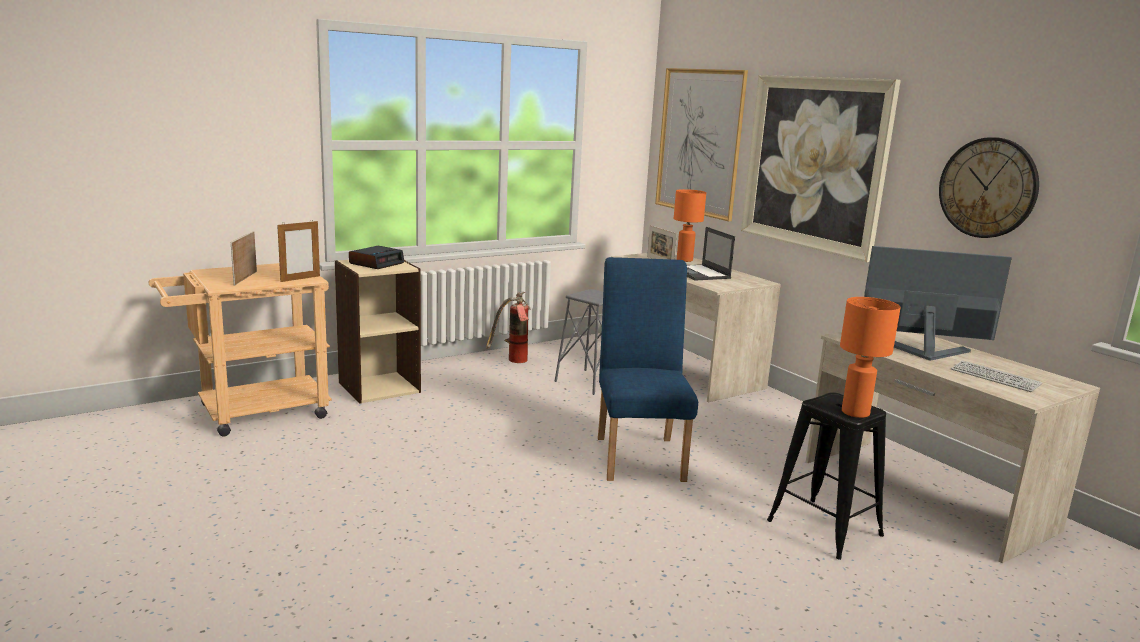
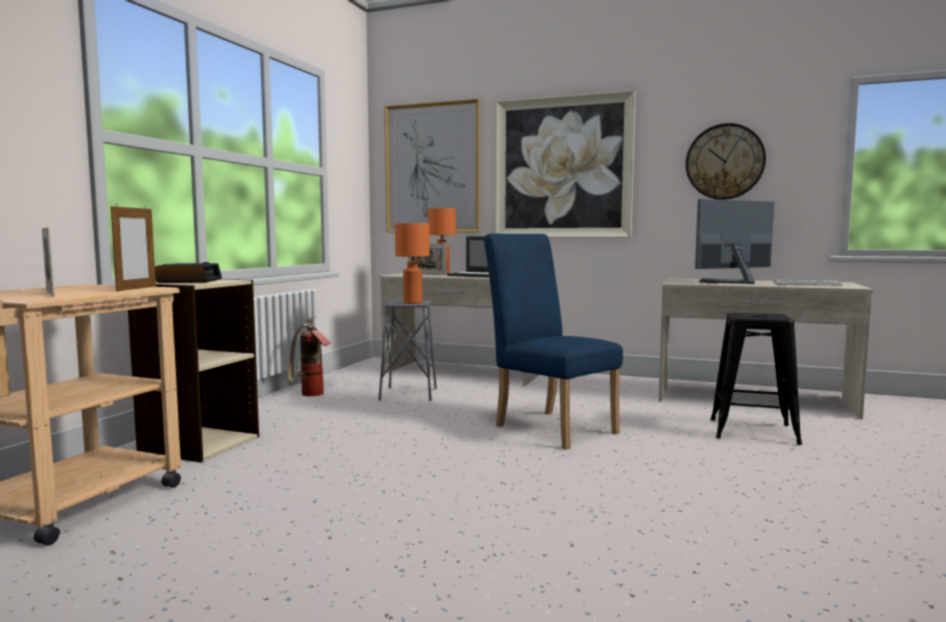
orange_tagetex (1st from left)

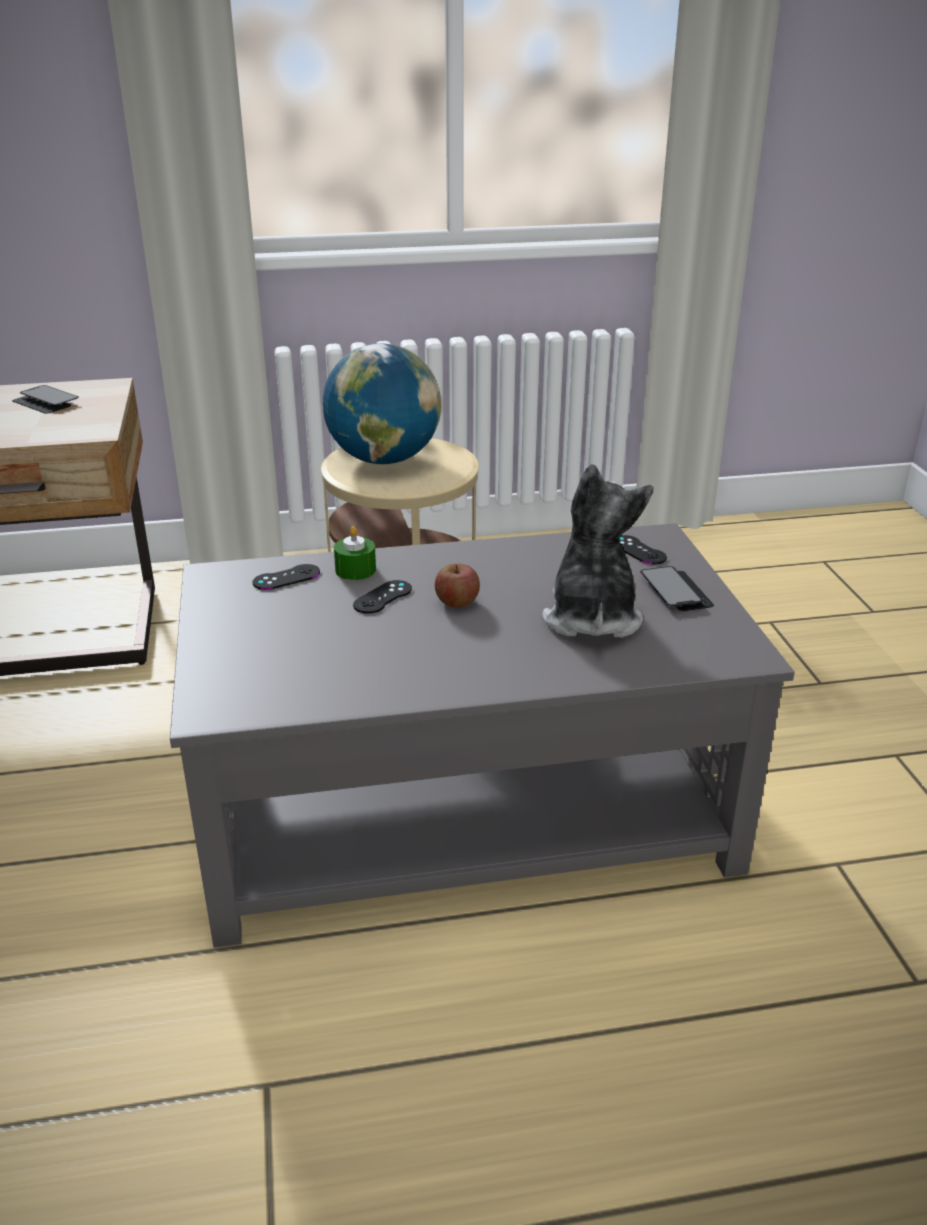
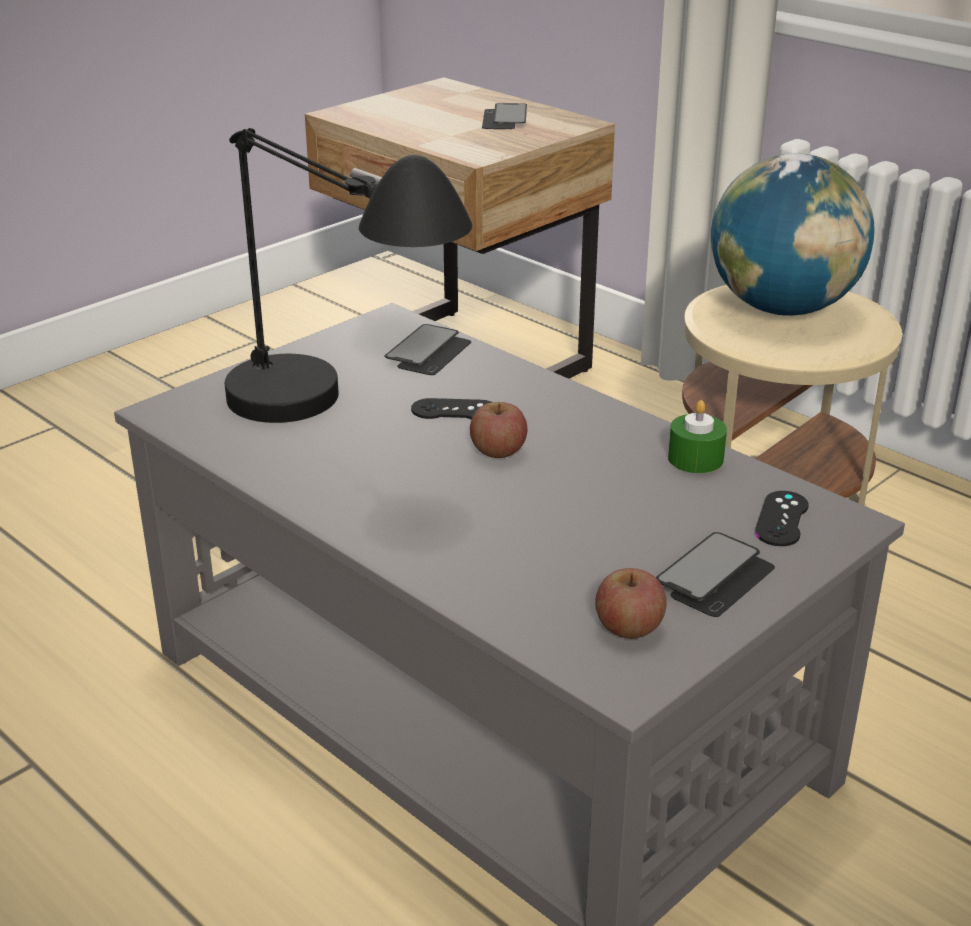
black_tagetex
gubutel (1st from left)
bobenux (2nd from left)
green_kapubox
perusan

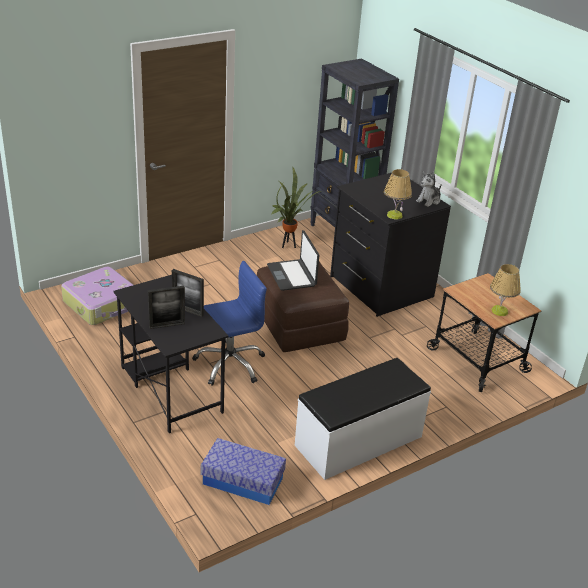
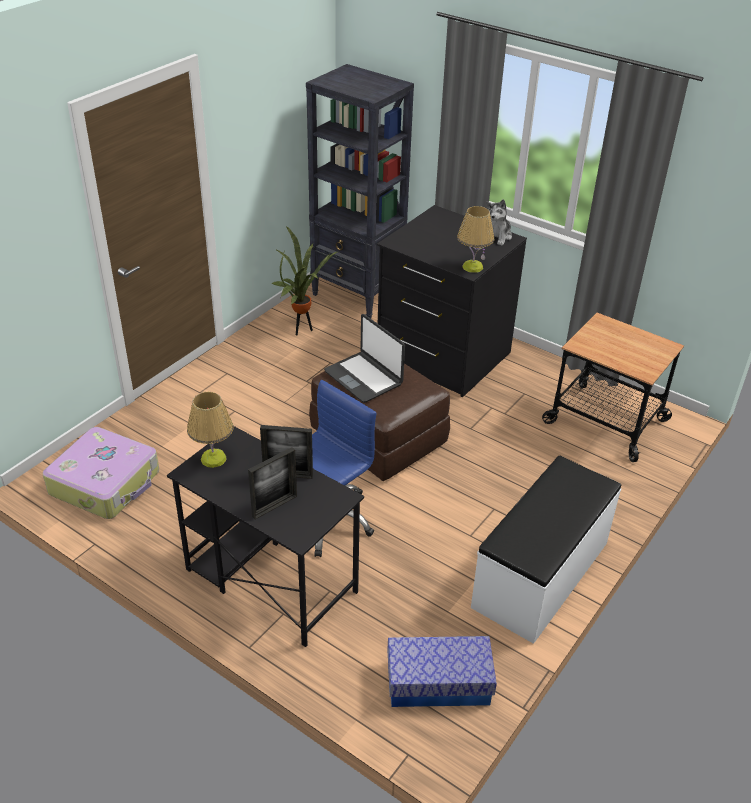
tagetex (1st from left)

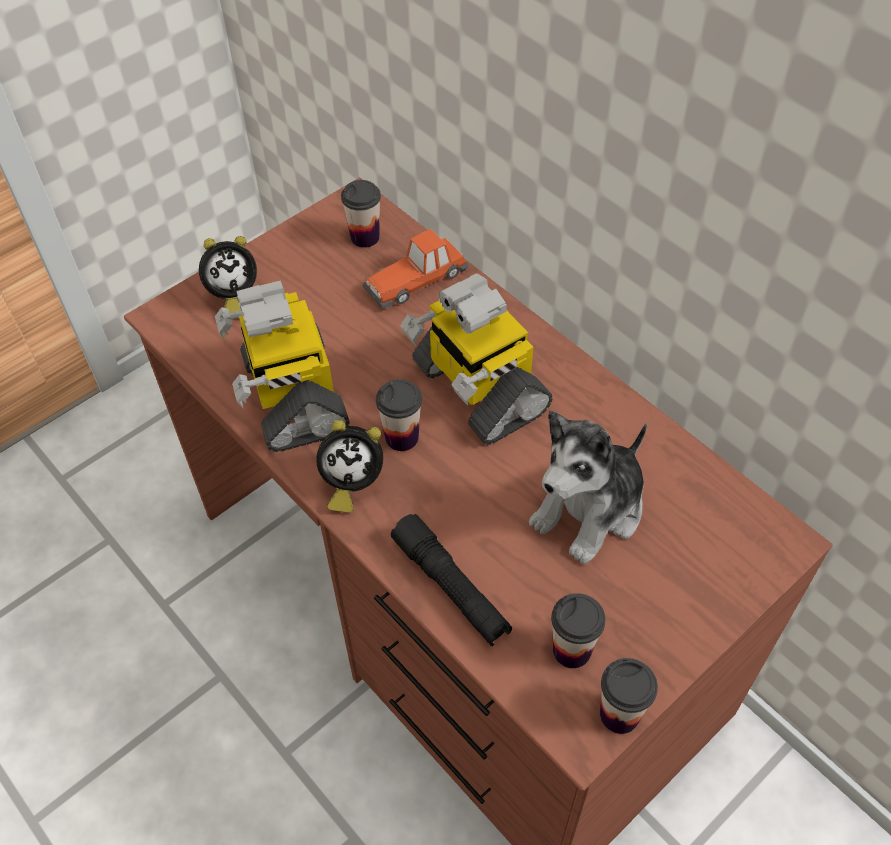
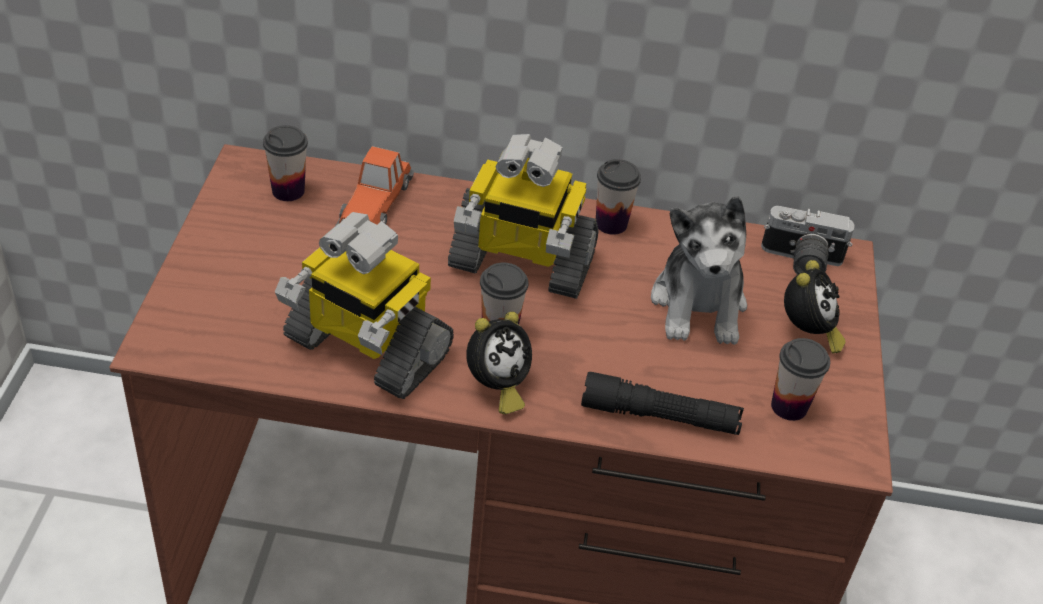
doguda (3rd from left)
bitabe
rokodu (2nd from left)

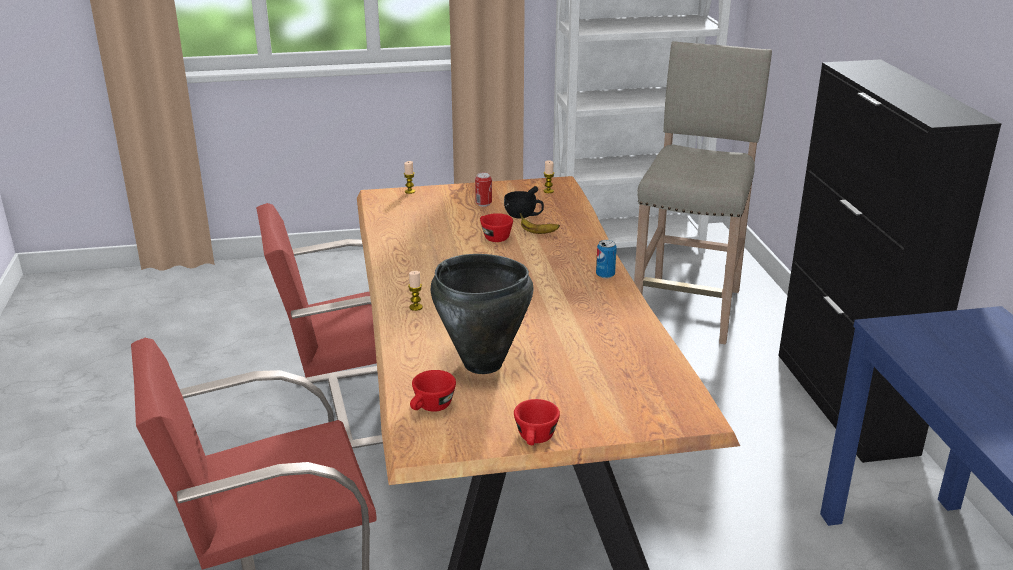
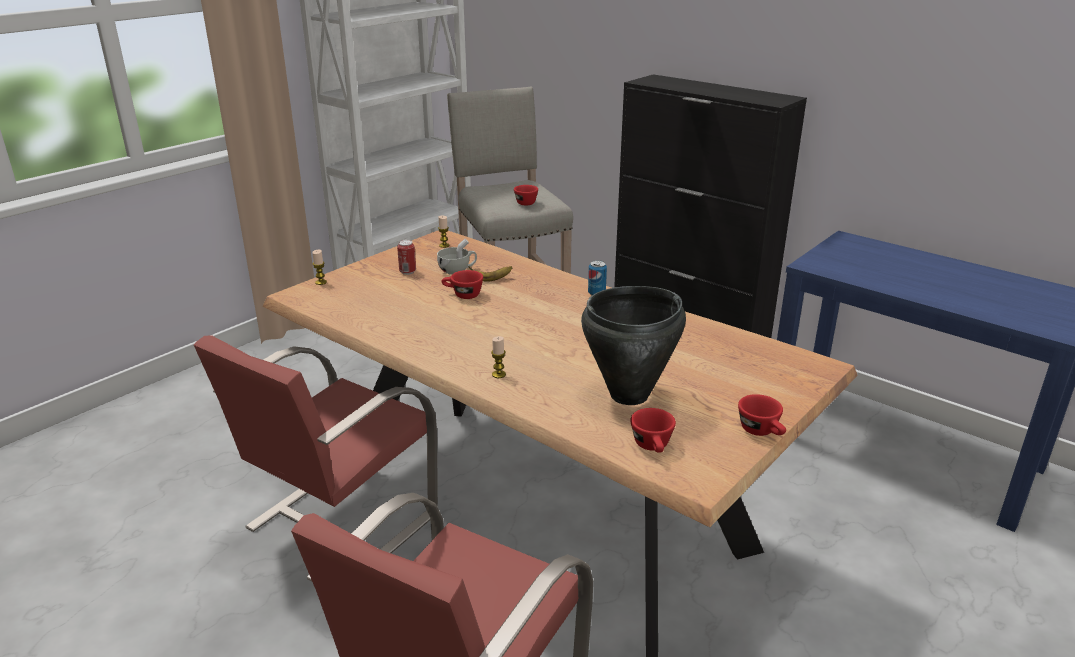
white_doguda
red_doguda (2nd from left)

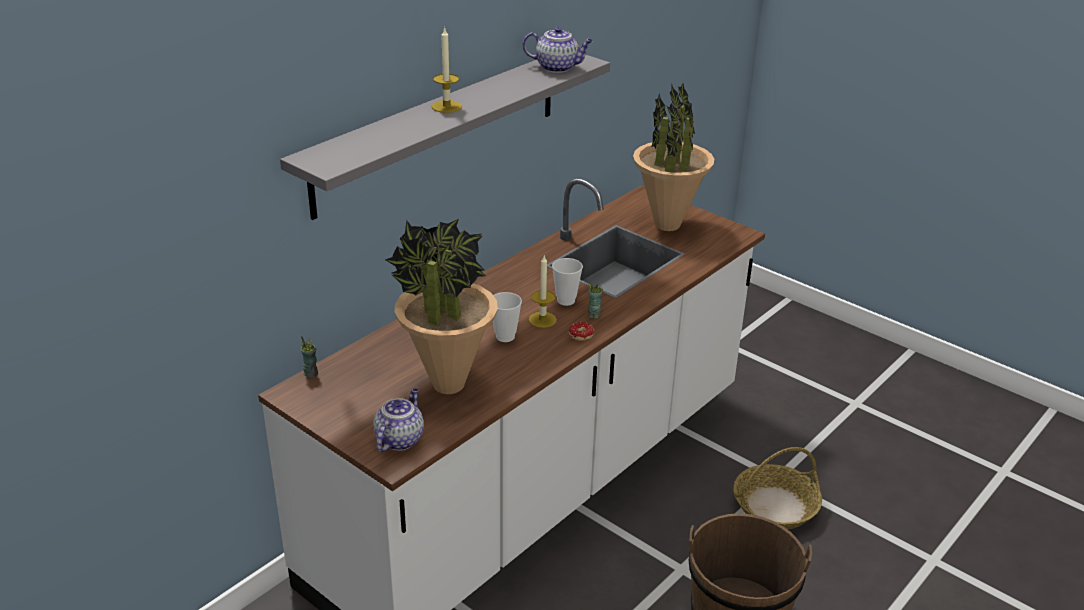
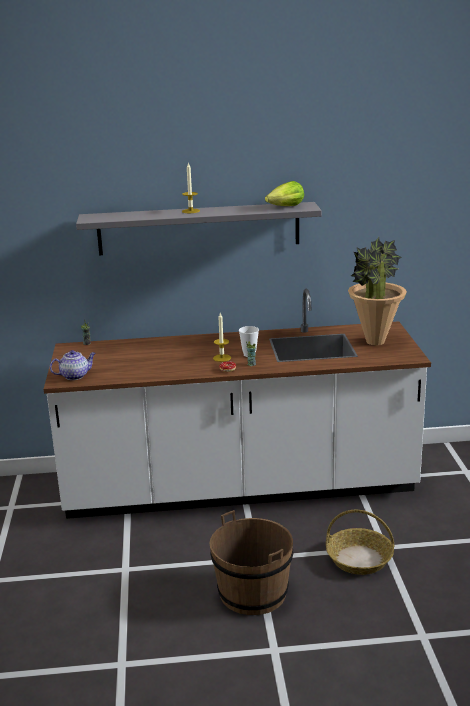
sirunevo
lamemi (1st from left in the first image)
doguda (2nd from left in the first image)

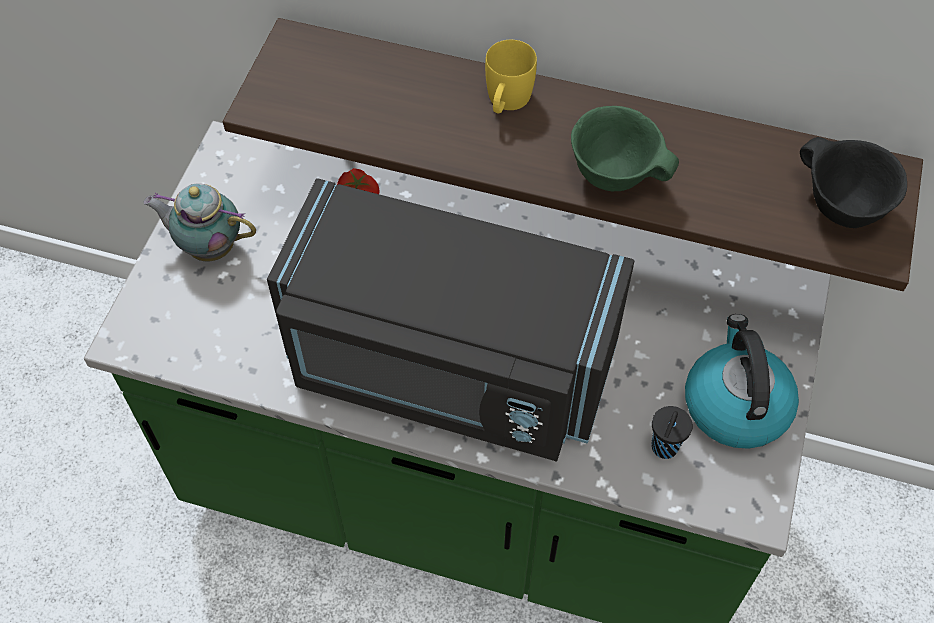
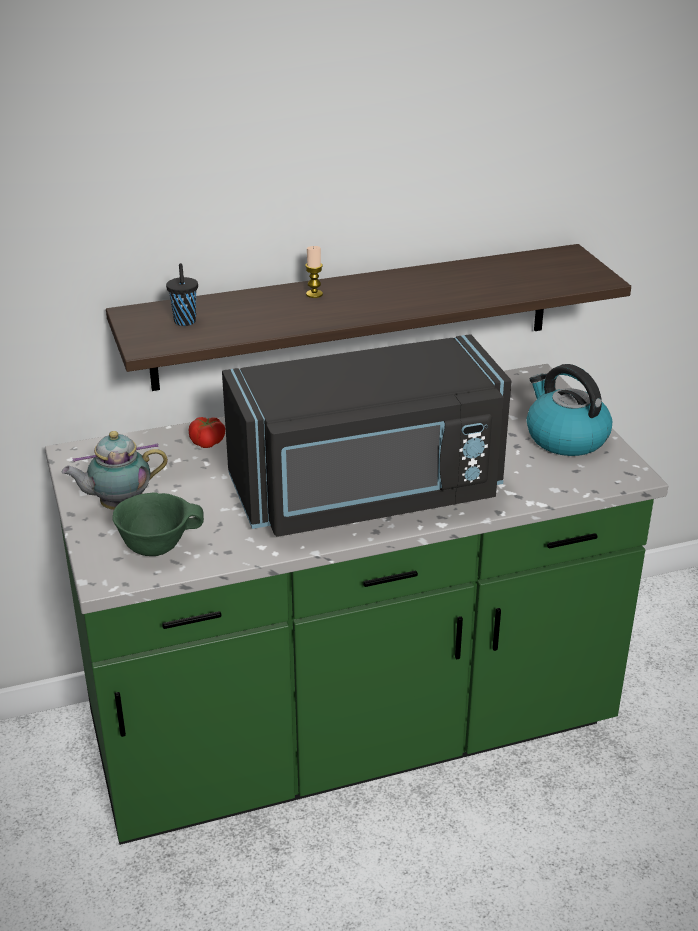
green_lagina
black_doguda
kapubox
black_lagina

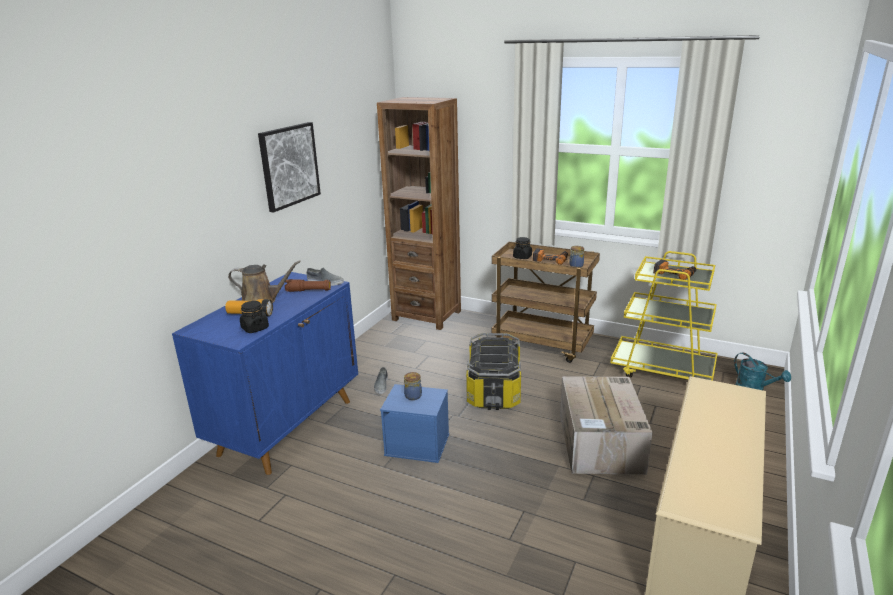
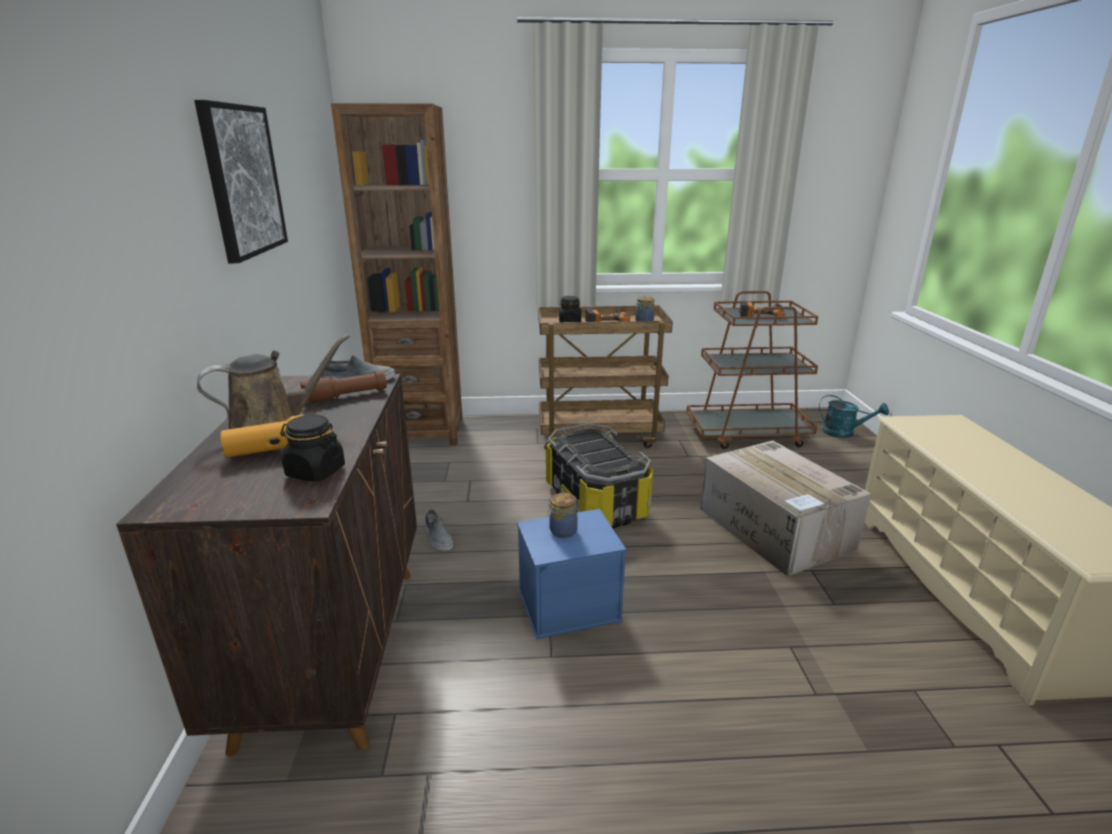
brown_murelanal
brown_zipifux (2nd from left)

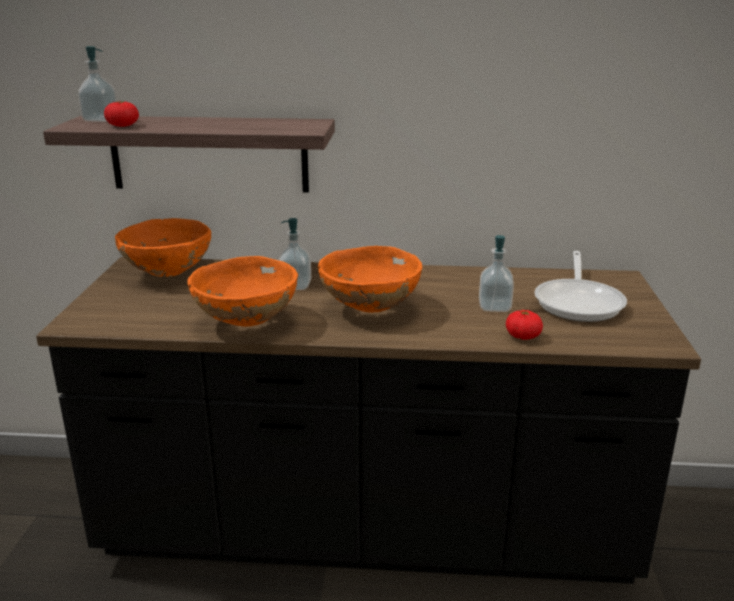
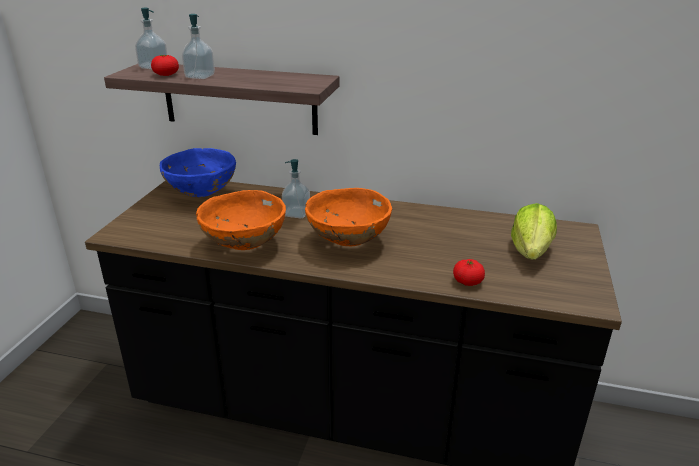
blue_lagina
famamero (2nd from left)
sirunevo

